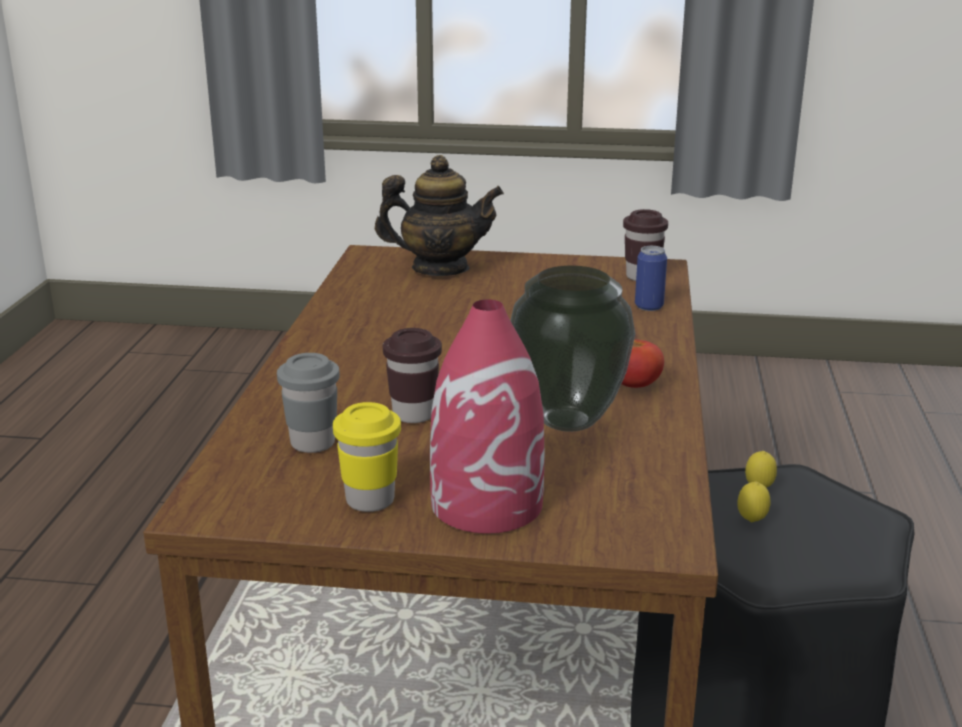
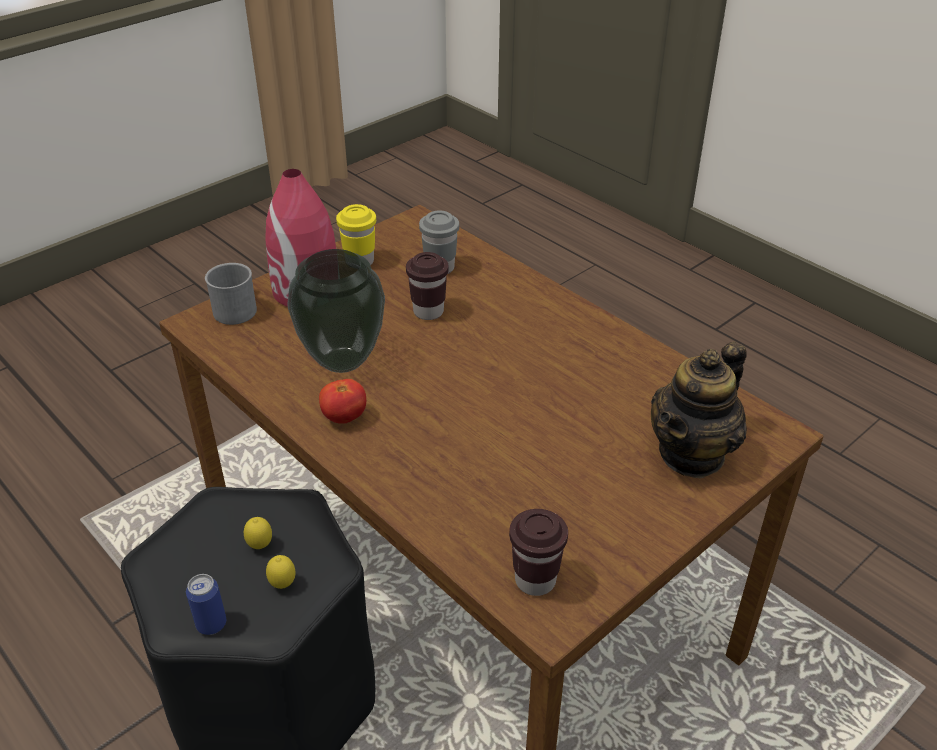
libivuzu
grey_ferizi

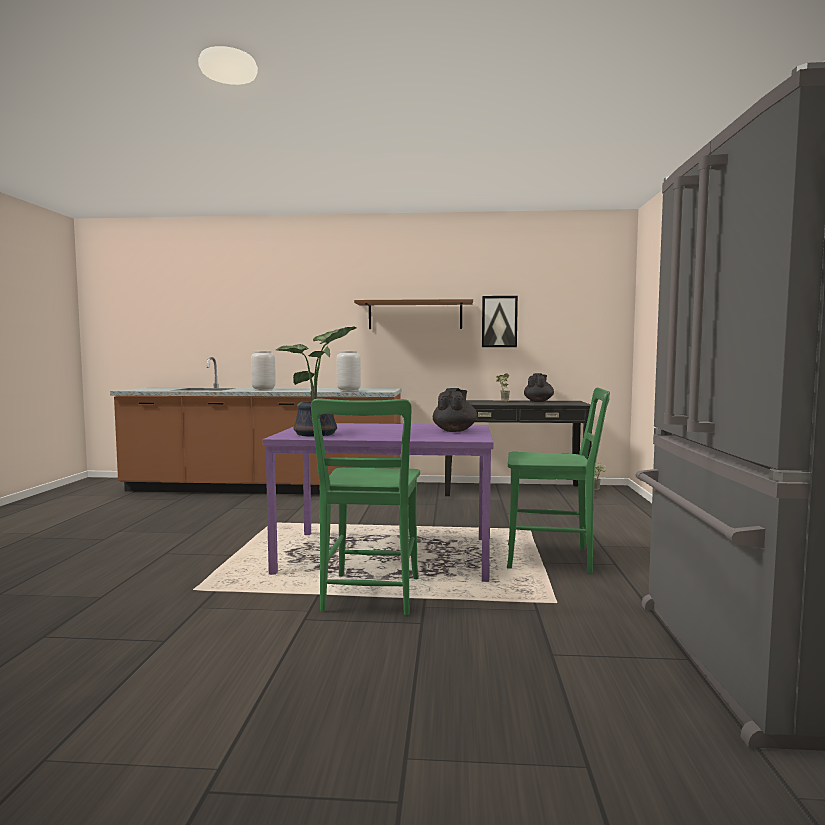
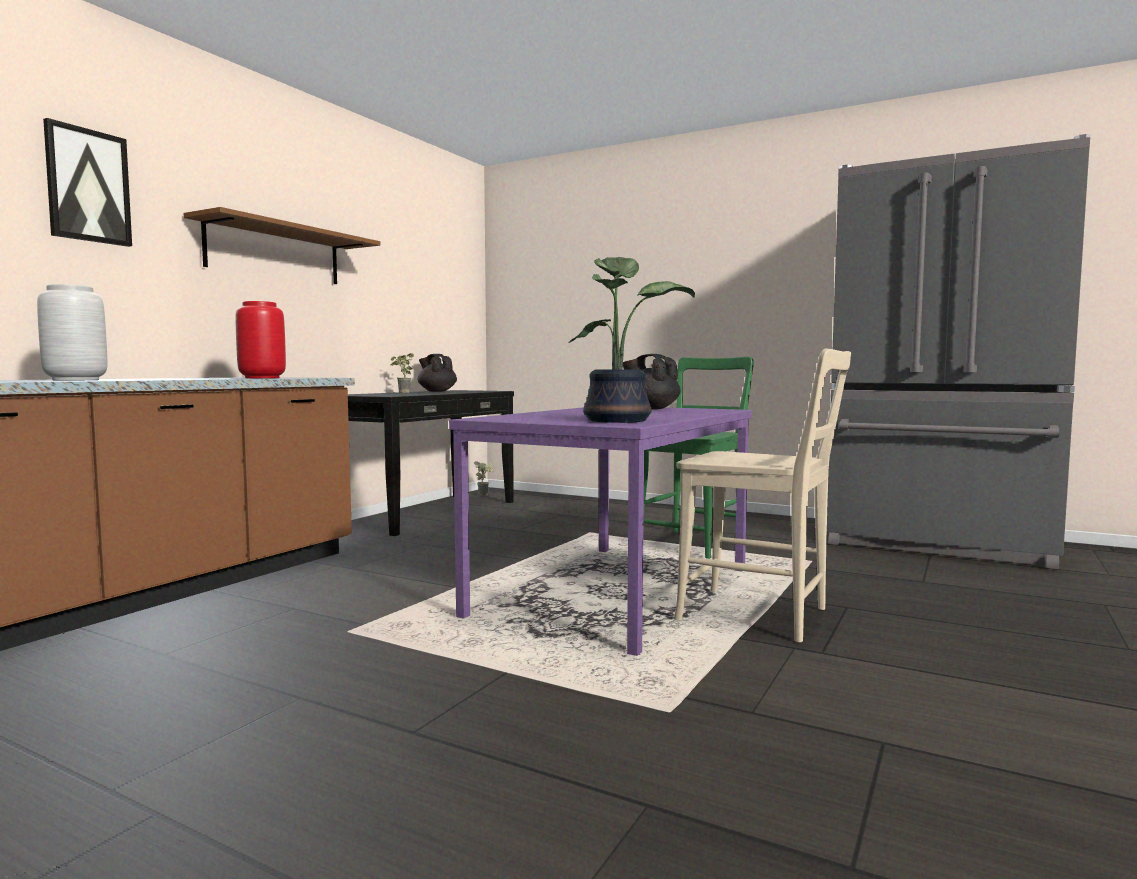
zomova
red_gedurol
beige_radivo

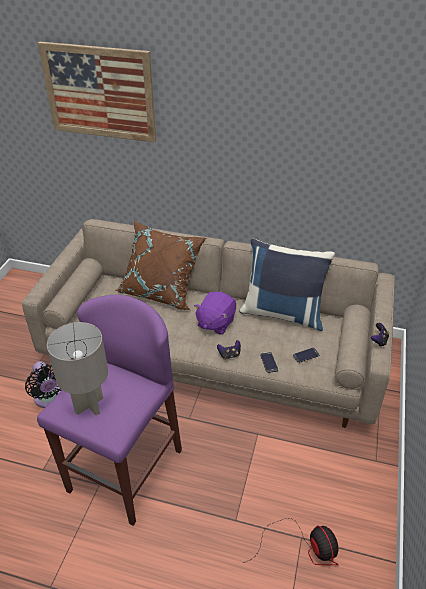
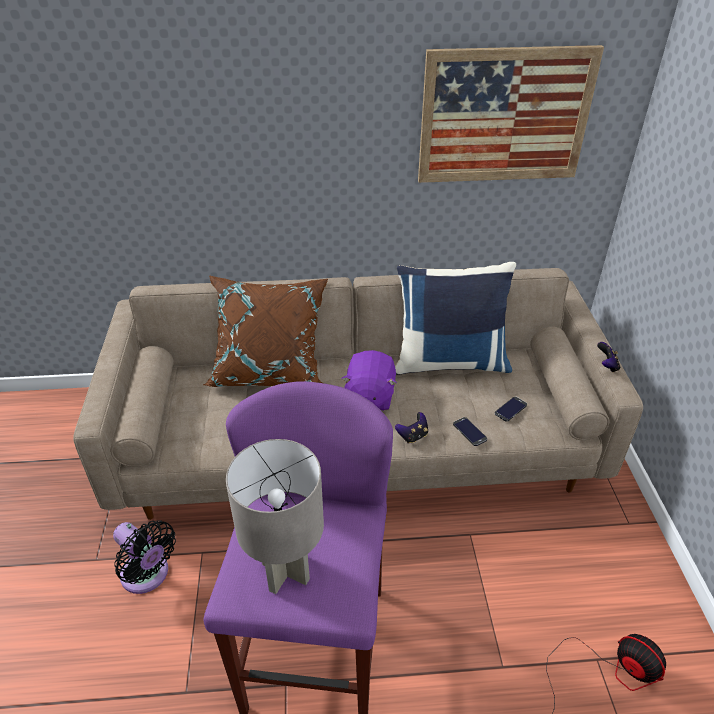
zomova

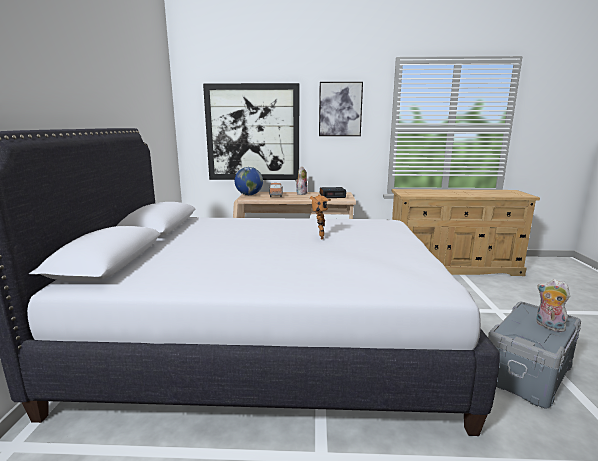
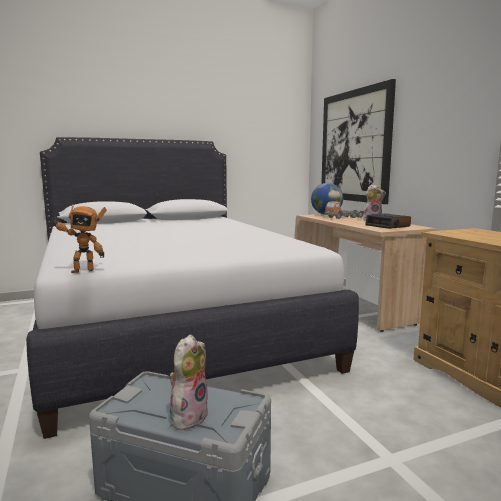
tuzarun
zomova (2nd from left in the first image)

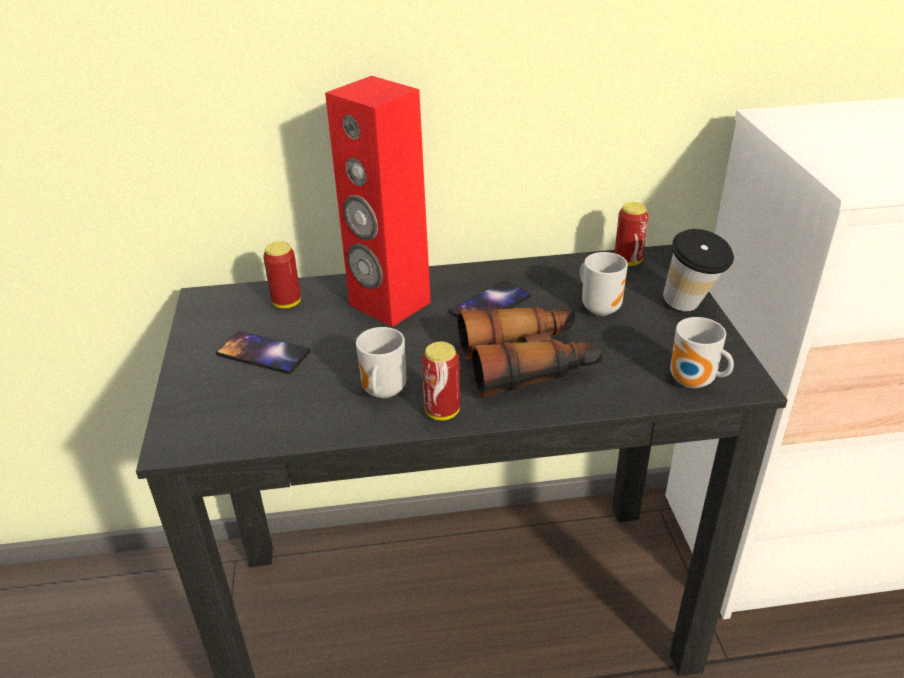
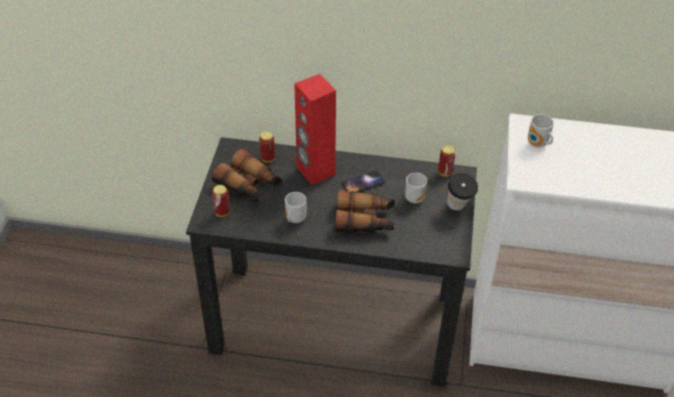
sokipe (1st from left)
libivuzu (1st from left)
ferizi (3rd from left)

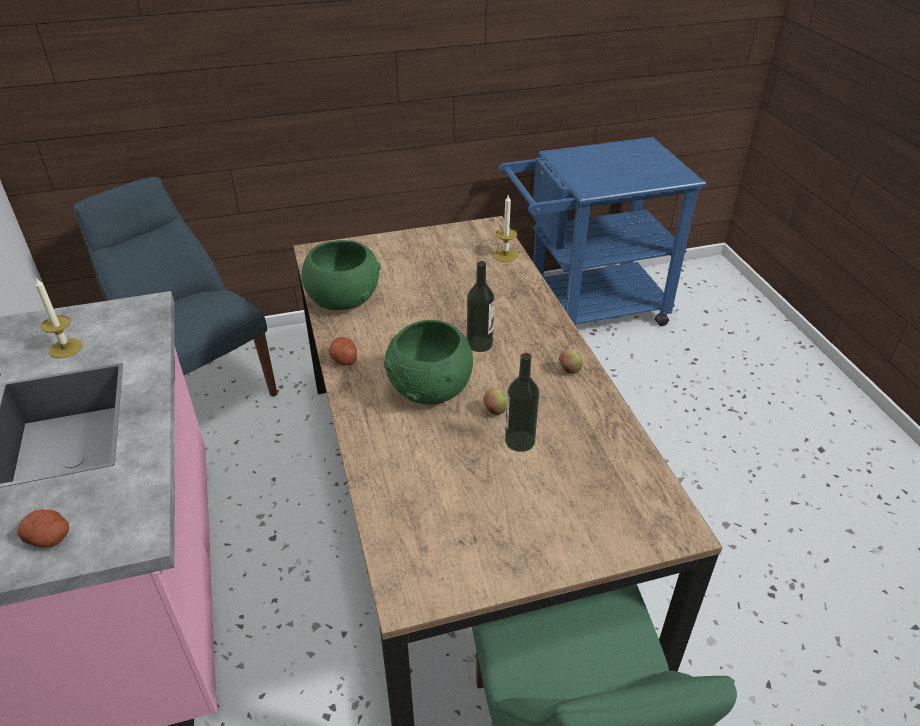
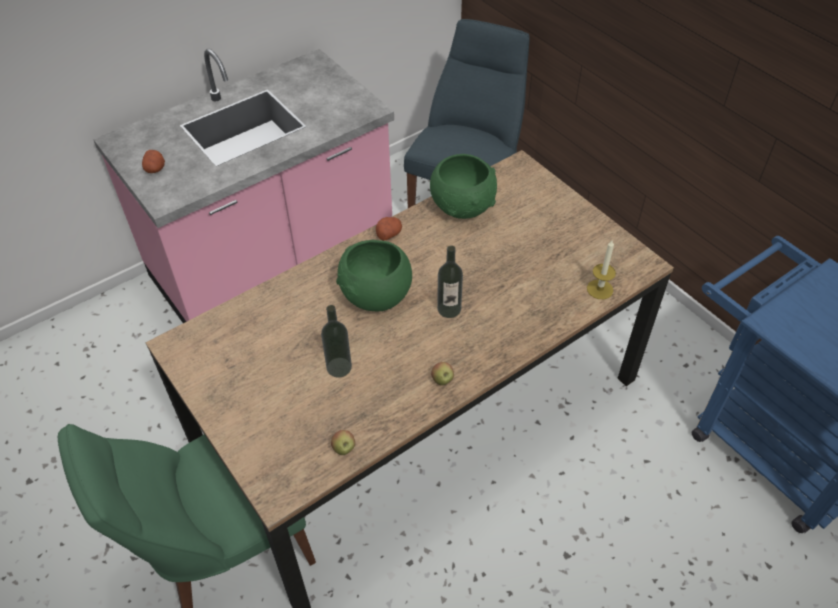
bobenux (1st from left)
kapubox (1st from left in the first image)

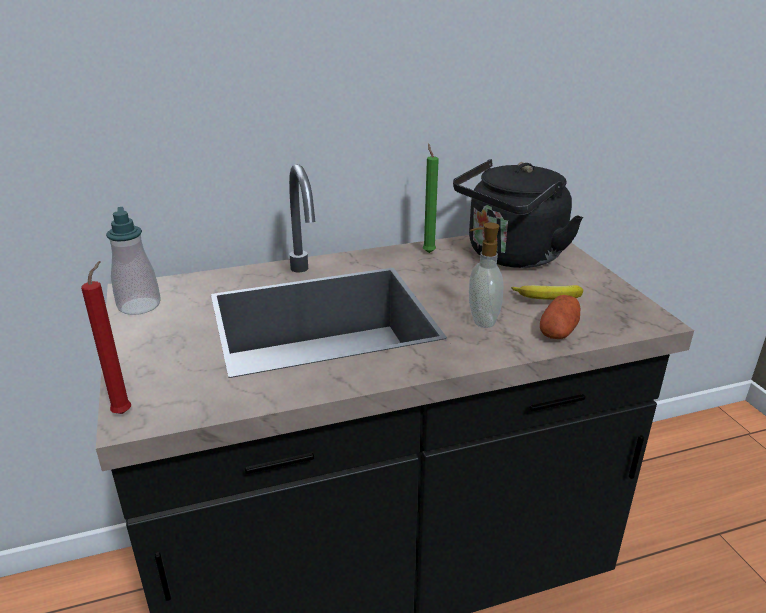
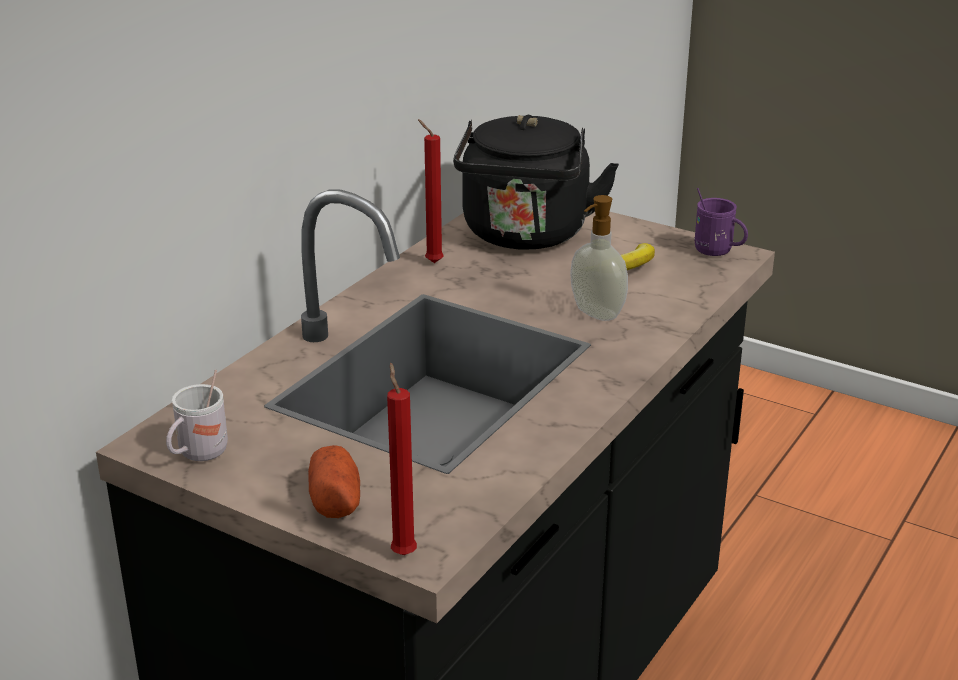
white_ferizi
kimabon
red_kapubox (2nd from left)
purple_ferizi

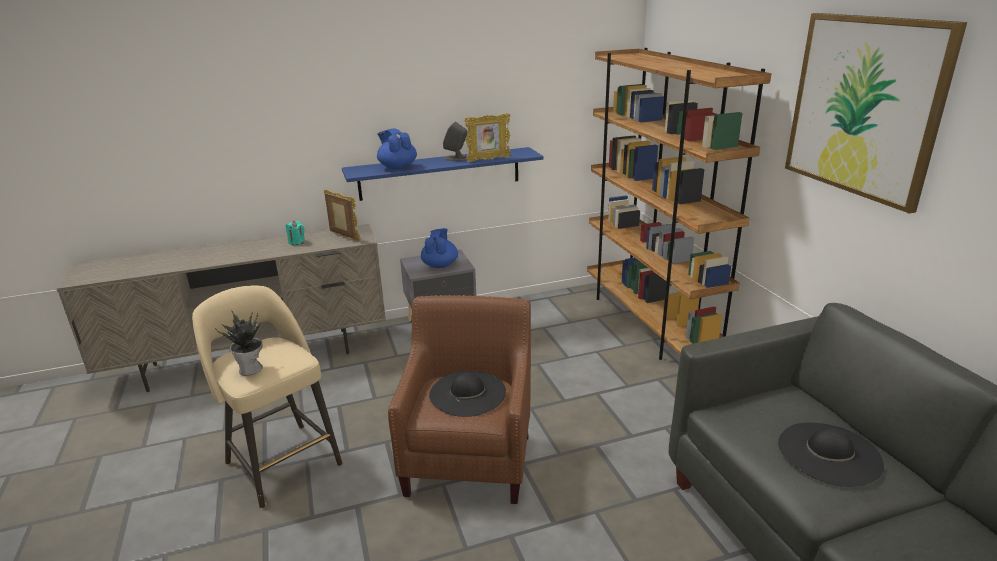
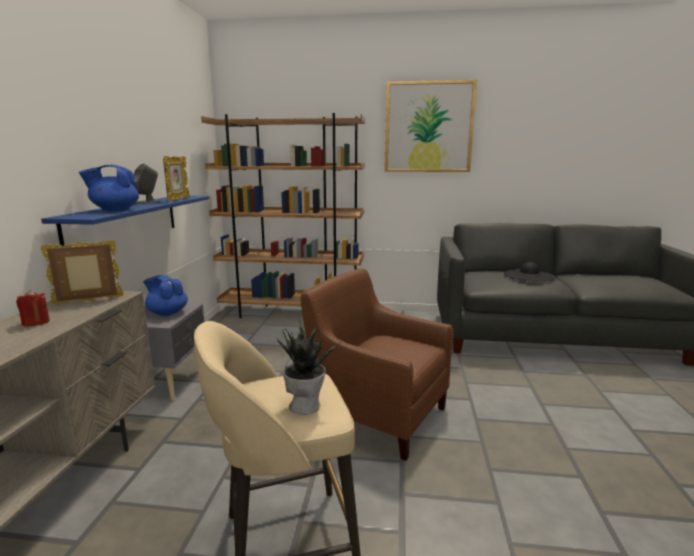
red_kapubox
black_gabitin (1st from left in the first image)

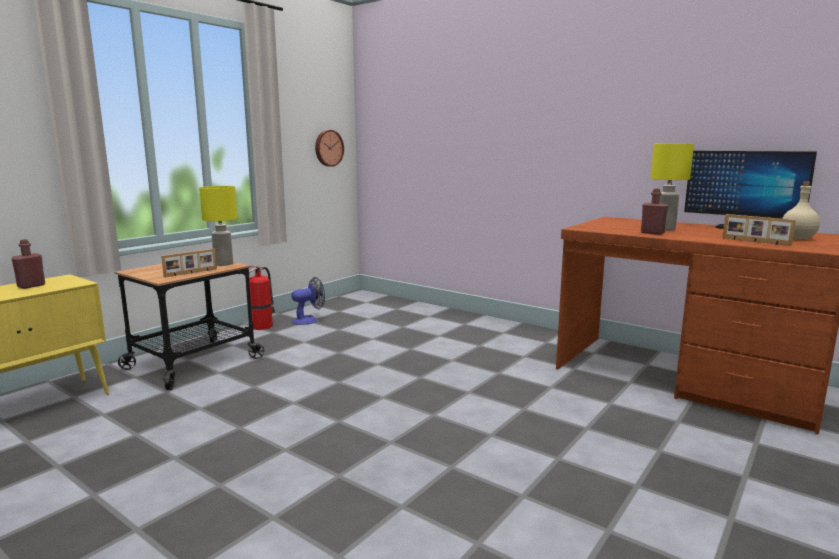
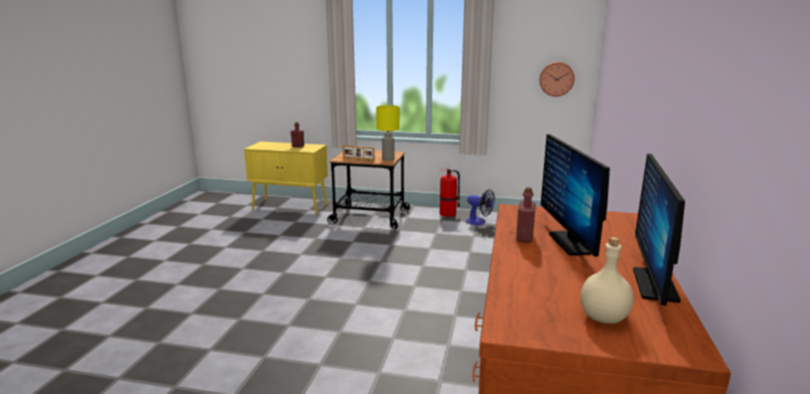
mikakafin (1st from left)
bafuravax (2nd from left in the first image)

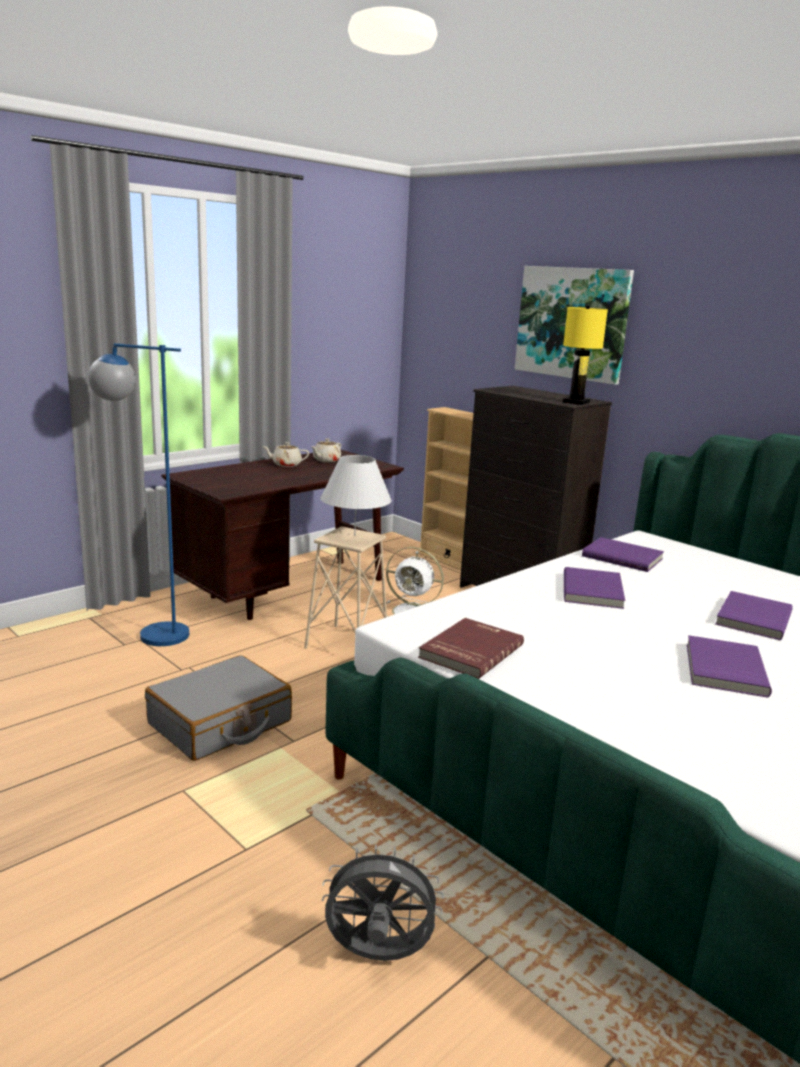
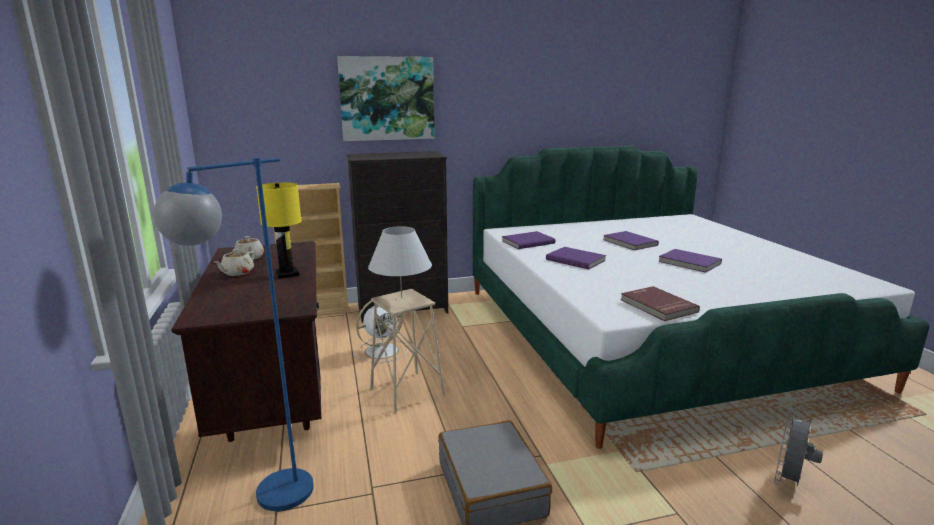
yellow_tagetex

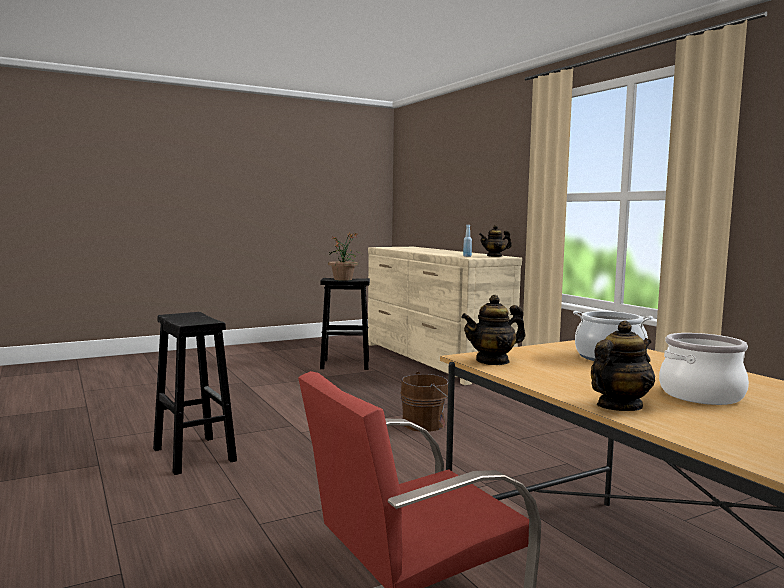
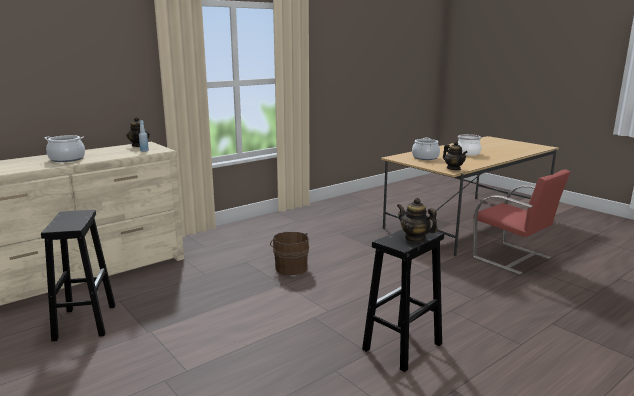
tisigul (1st from left)
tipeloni (2nd from left)
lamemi

